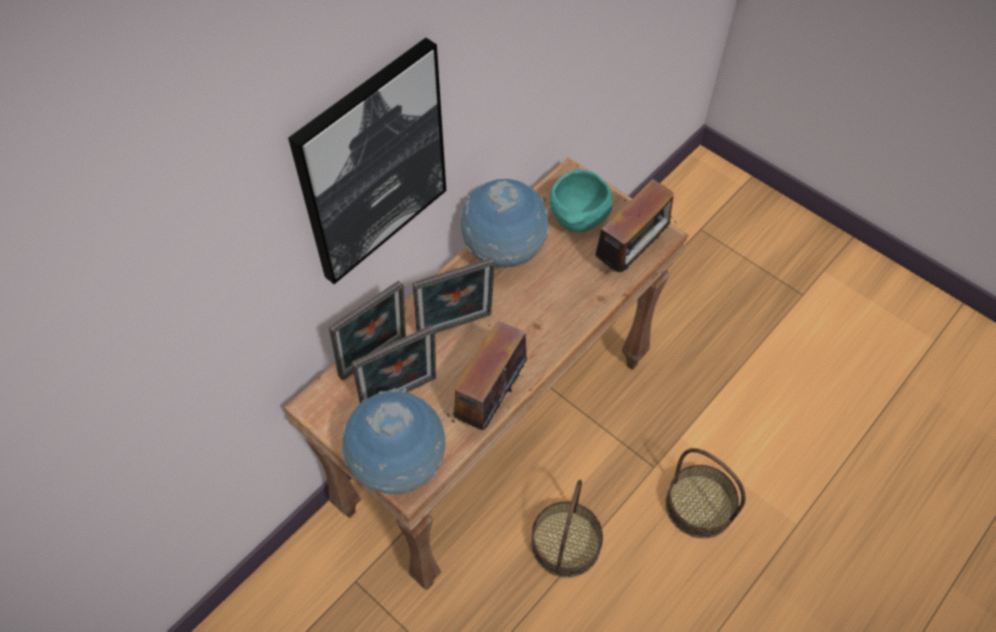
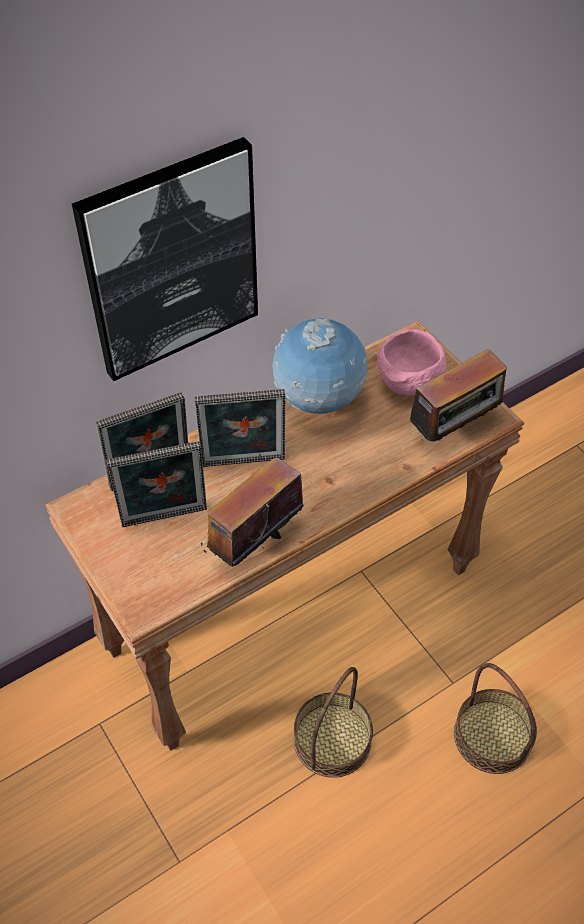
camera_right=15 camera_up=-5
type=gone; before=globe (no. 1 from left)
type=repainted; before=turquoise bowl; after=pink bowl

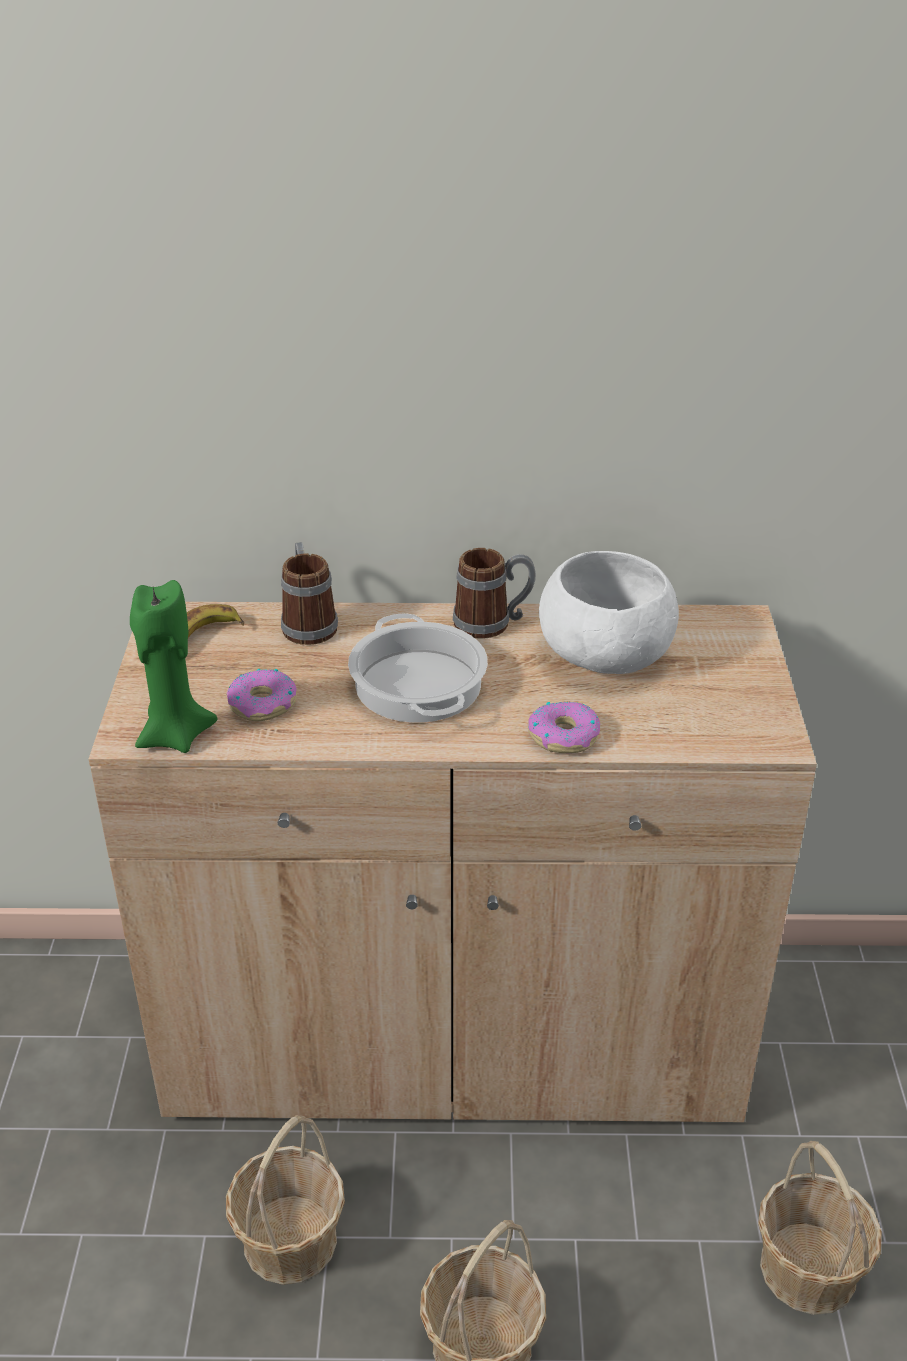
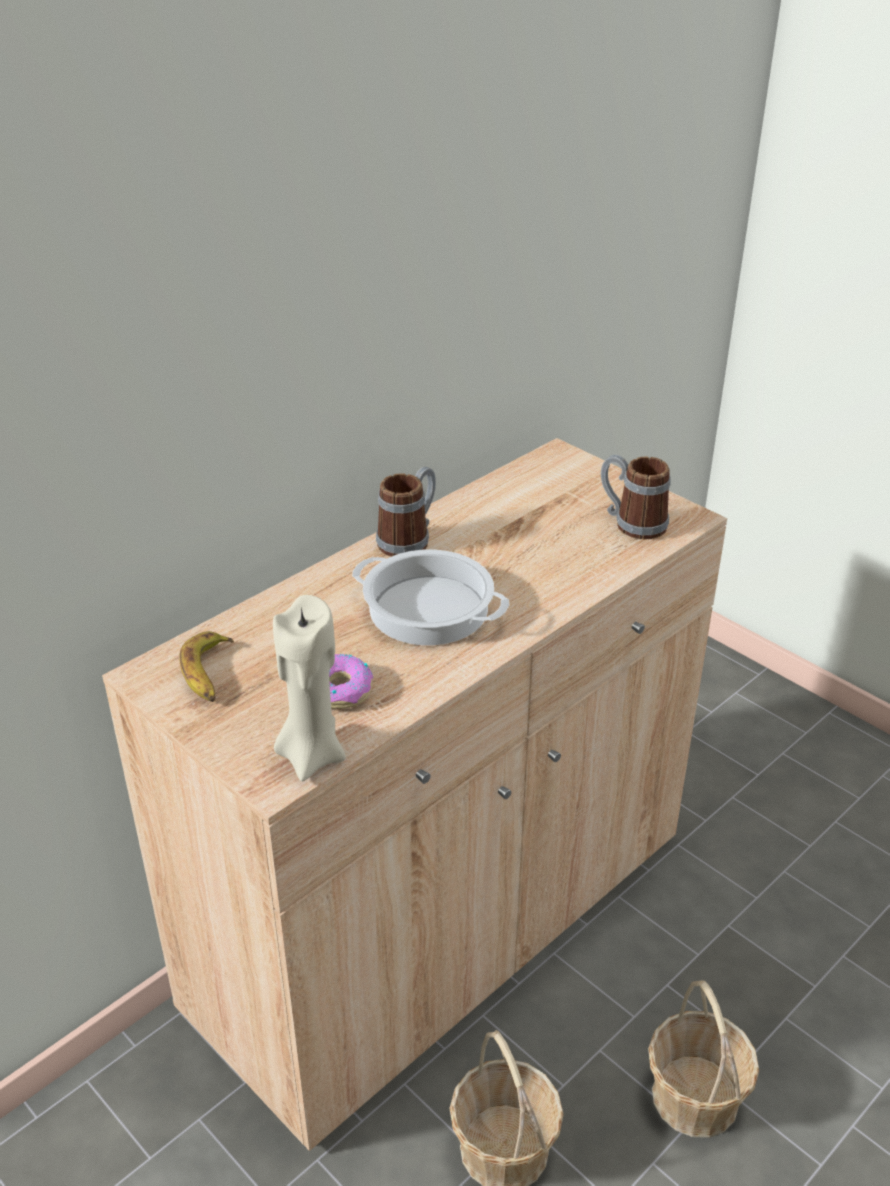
camera_right=-45 camera_up=0
type=gone; before=donut (no. 2 from left)
type=gone; before=white bowl
type=gone; before=basket (no. 3 from left)
type=shifted; before=mug (no. 1 from left in the first image); after=mug (no. 2 from left)
type=repainted; before=green candle; after=beige candle

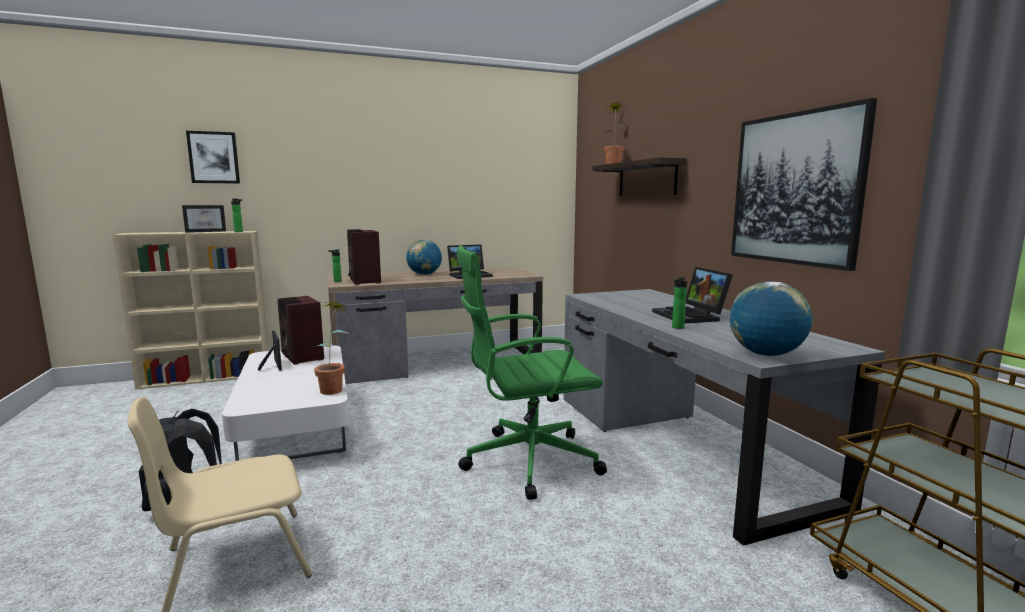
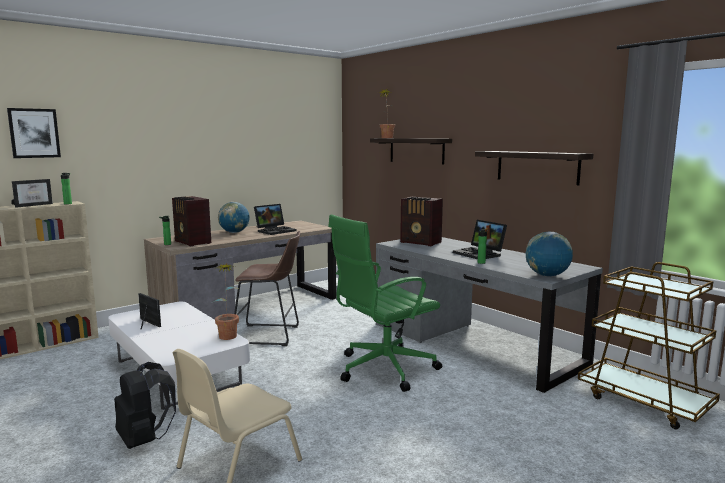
camera_right=-20 camera_up=0
type=new; after=brown stool
type=shifted; before=radio (no. 1 from left in the first image); after=radio (no. 2 from left)
type=swapped; before=picture (no. 2 from left); after=shelf (no. 2 from left)

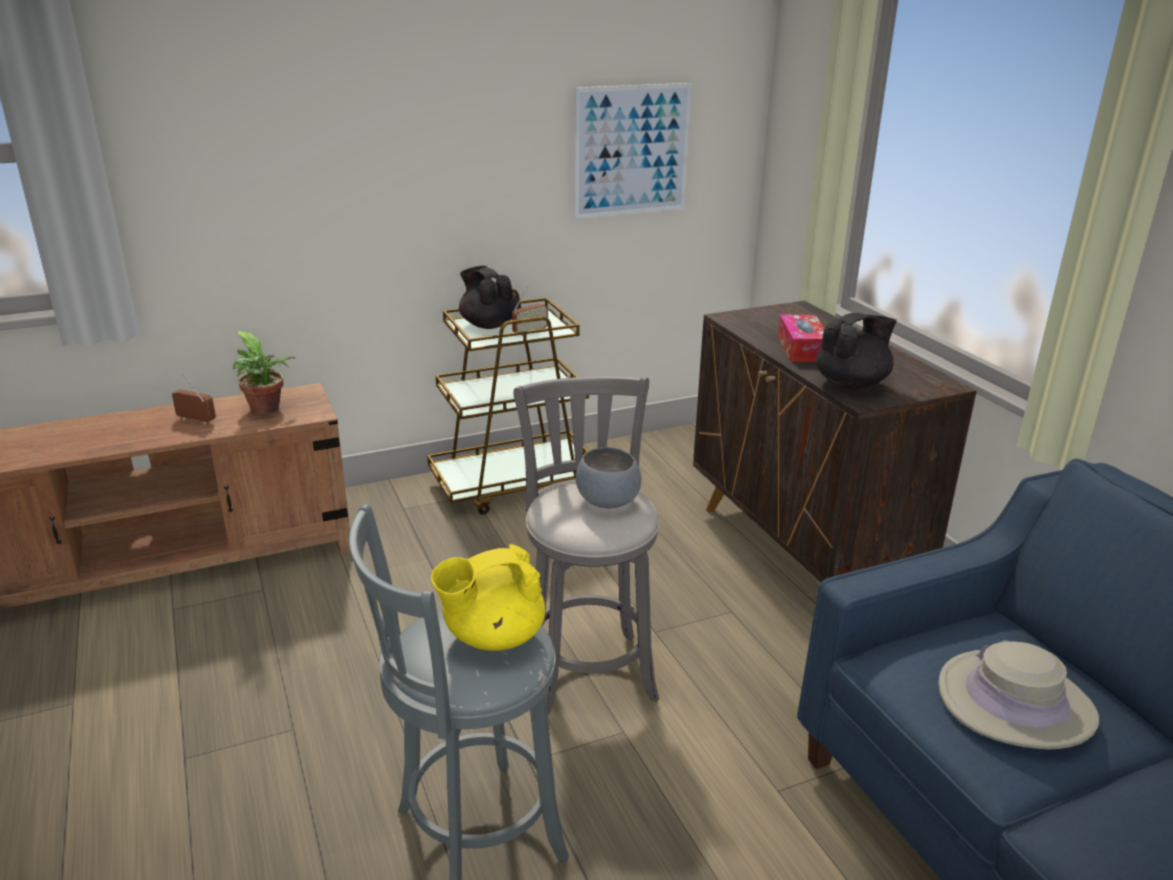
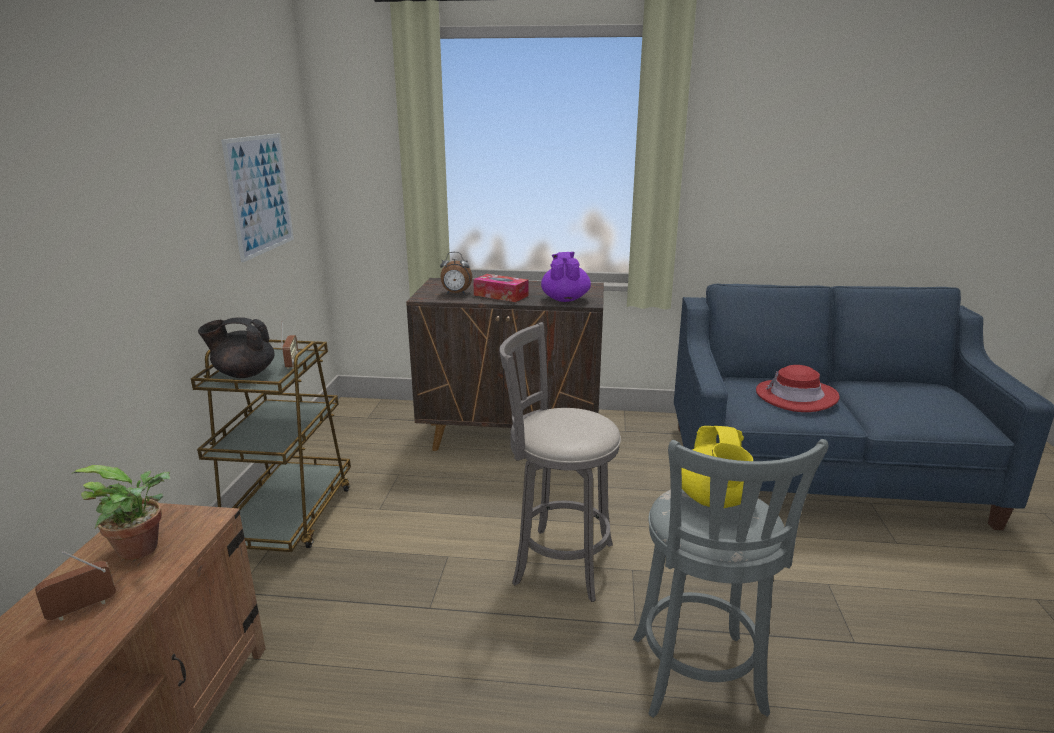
camera_right=-60 camera_up=-5
type=gone; before=grey bowl
type=new; after=alarm clock
type=repainted; before=black teapot (no. 2 from left); after=purple teapot
type=repainted; before=beige hat; after=red hat

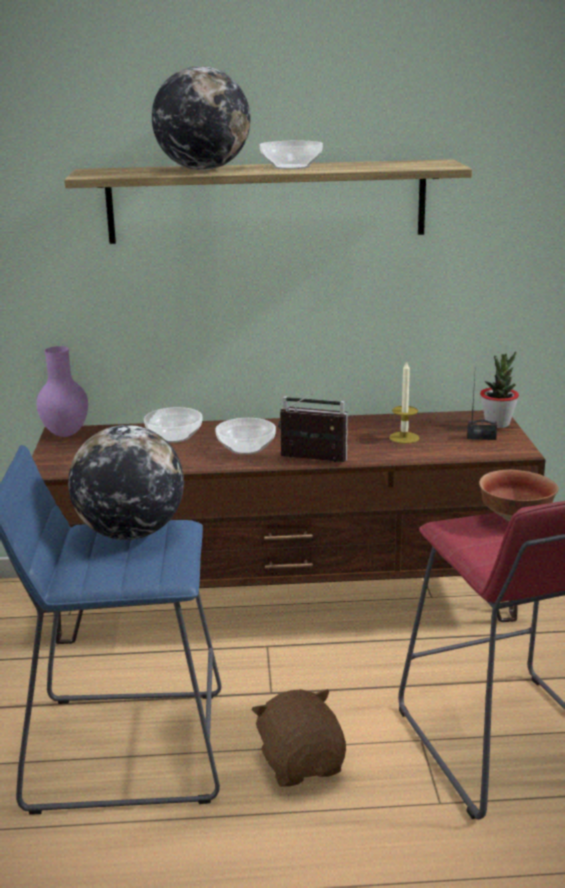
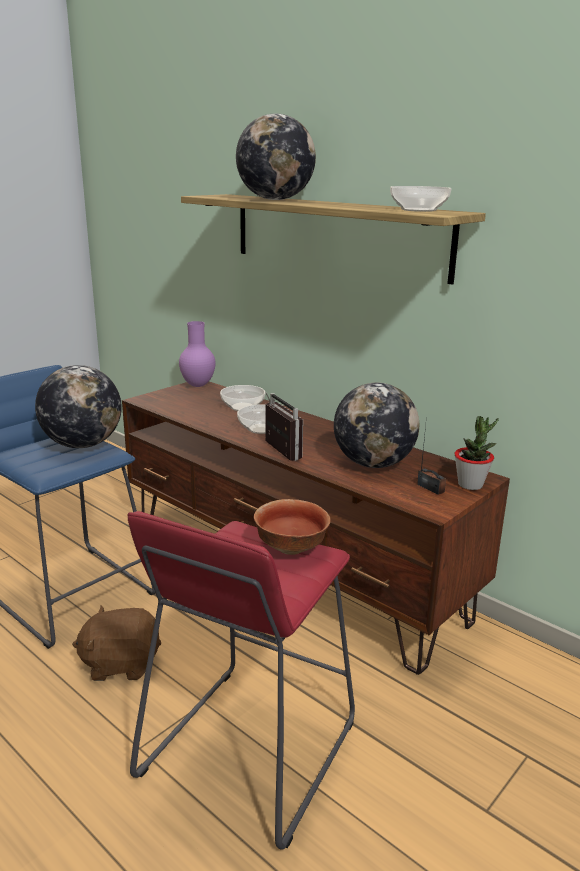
camera_right=45 camera_up=0
type=shifted; before=bowl (no. 3 from left in the first image); after=bowl (no. 4 from left)
type=swapped; before=candle; after=globe (no. 3 from left)
type=rotated; before=brown plush toy; turn=-120

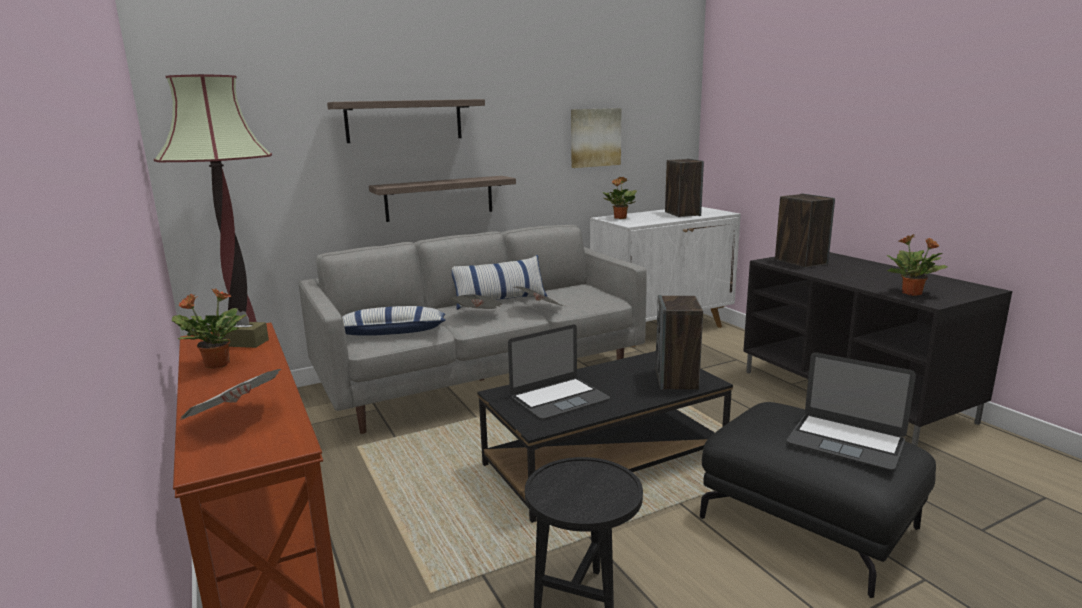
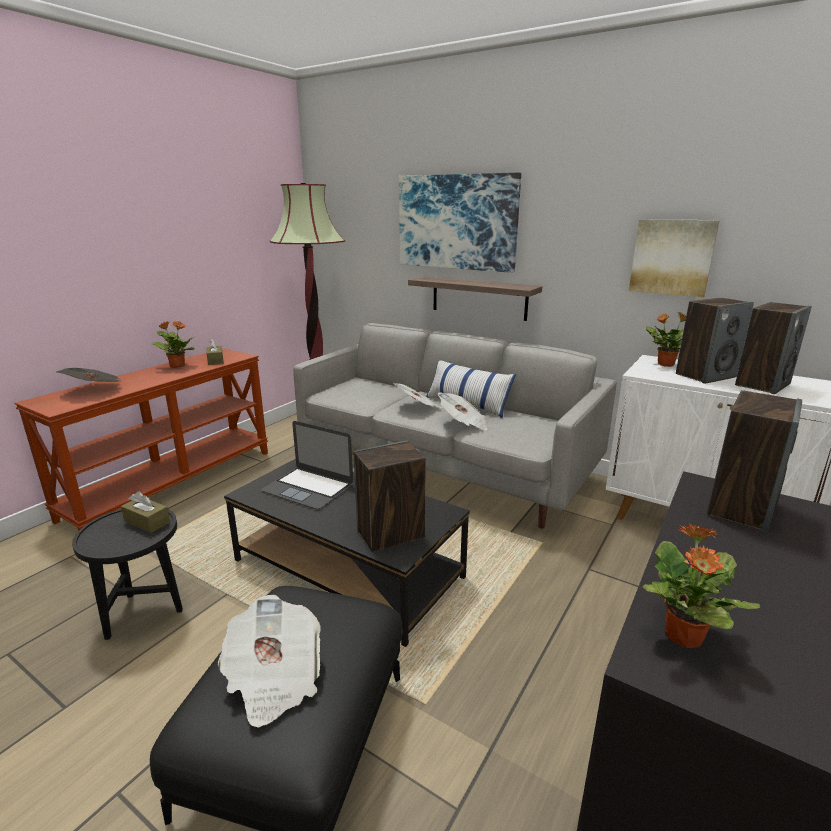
camera_right=60 camera_up=5
type=gone; before=pillow (no. 1 from left)
type=new; after=brown tissue box (no. 1 from left)
type=new; after=speaker (no. 2 from left)
type=swapped; before=shelf (no. 1 from left); after=picture (no. 1 from left)
type=swapped; before=laptop (no. 2 from left); after=newspaper (no. 2 from left)

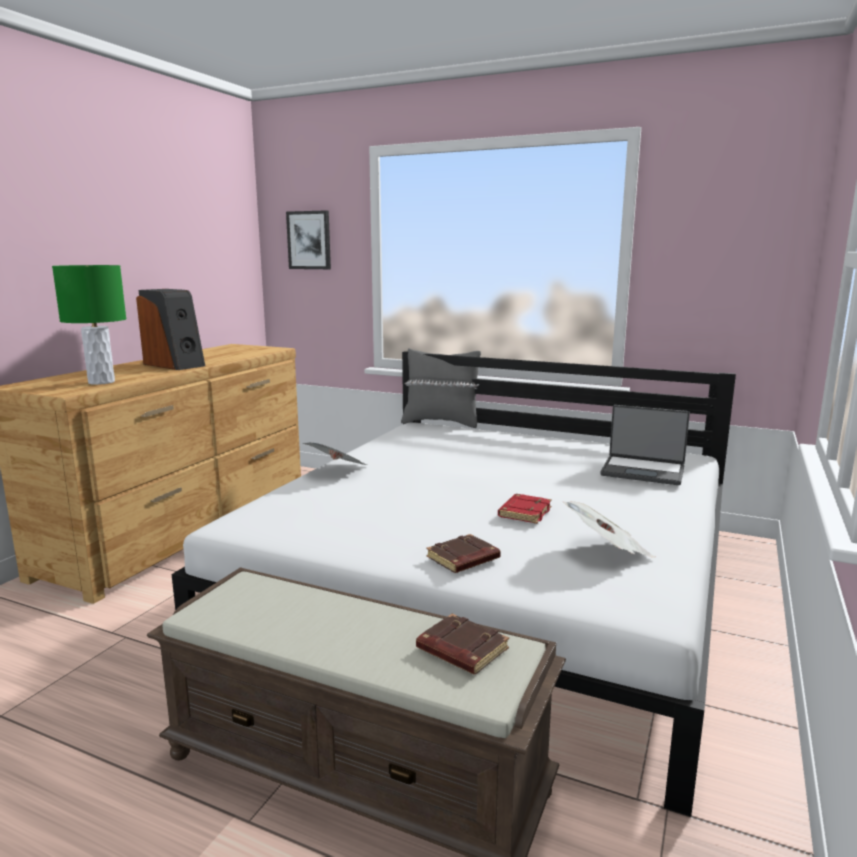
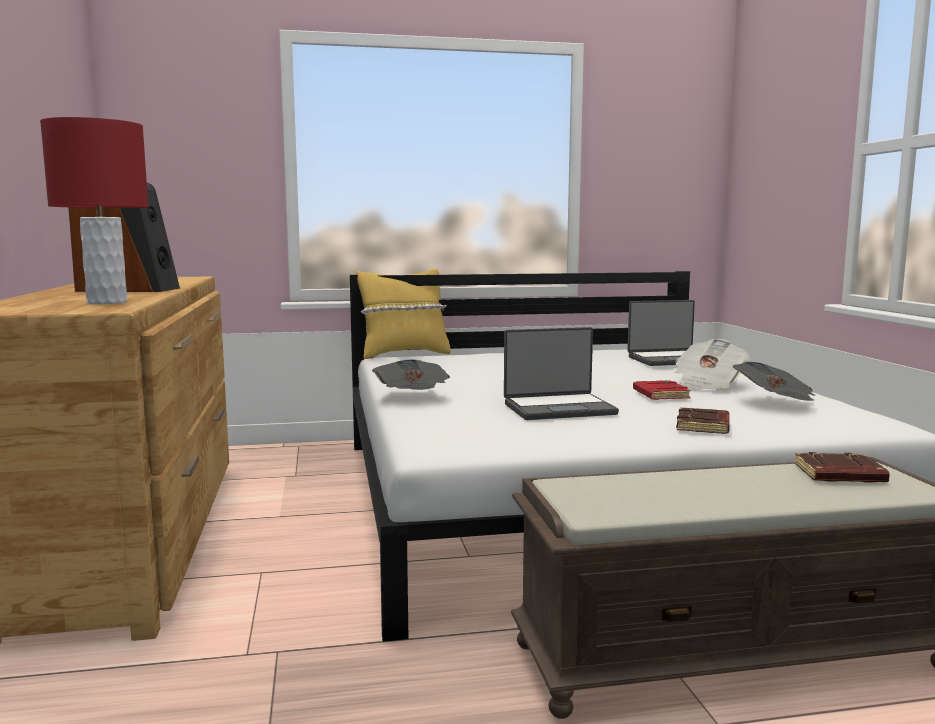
camera_right=-35 camera_up=-5
type=gone; before=picture
type=new; after=laptop (no. 1 from left)
type=new; after=newspaper (no. 2 from left)
type=repainted; before=green table lamp; after=red table lamp
type=repainted; before=grey pillow; after=yellow pillow

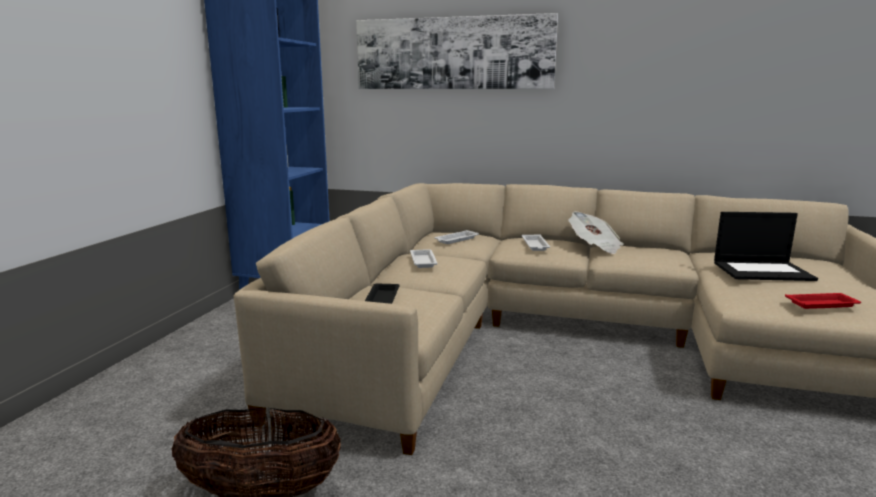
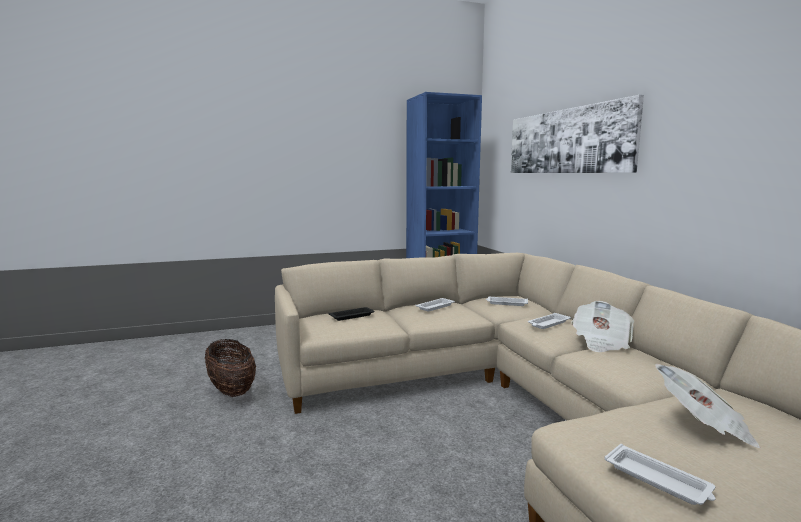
camera_right=55 camera_up=-5
type=swapped; before=laptop; after=newspaper (no. 2 from left)
type=repainted; before=red tray; after=white tray (no. 4 from left)

